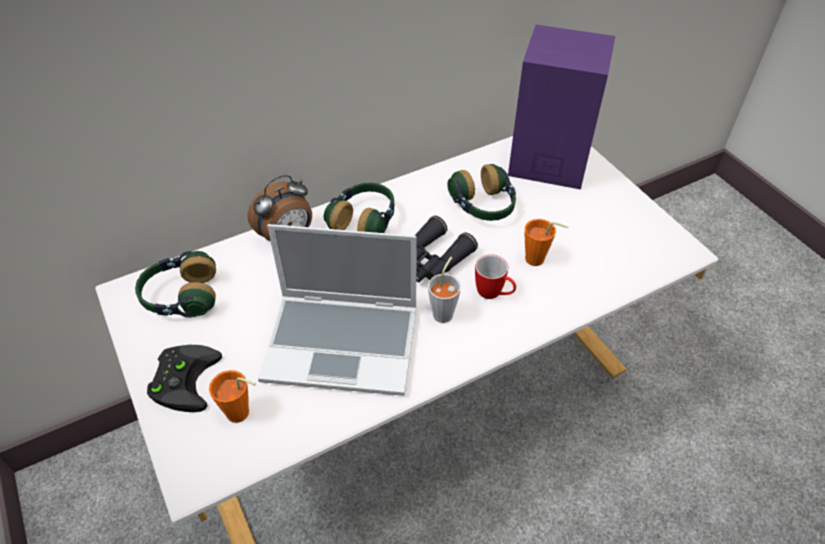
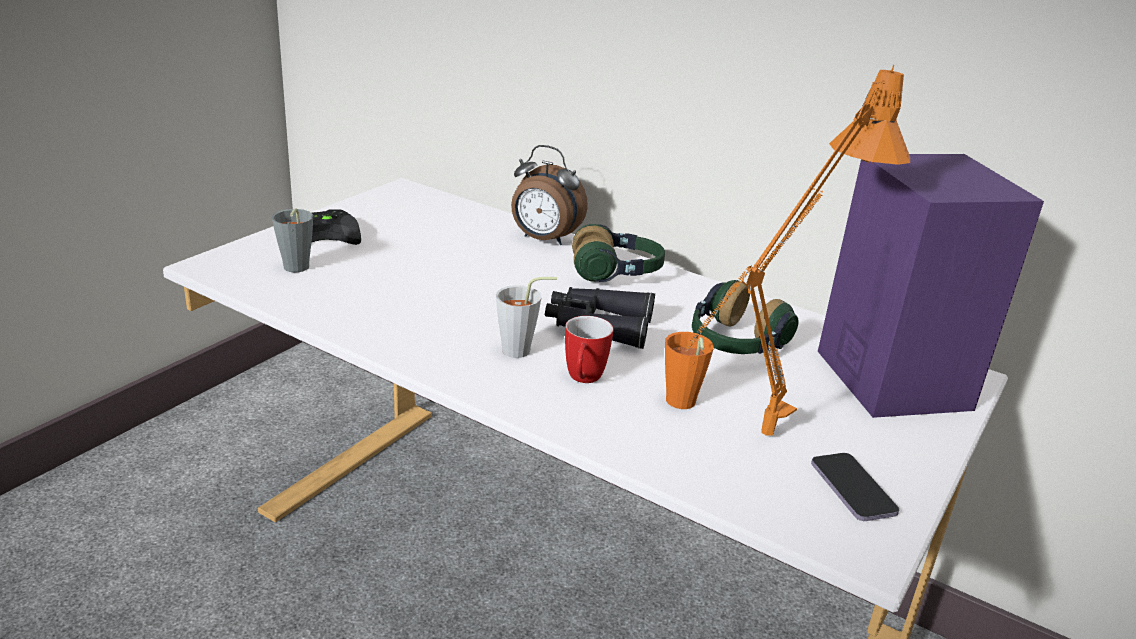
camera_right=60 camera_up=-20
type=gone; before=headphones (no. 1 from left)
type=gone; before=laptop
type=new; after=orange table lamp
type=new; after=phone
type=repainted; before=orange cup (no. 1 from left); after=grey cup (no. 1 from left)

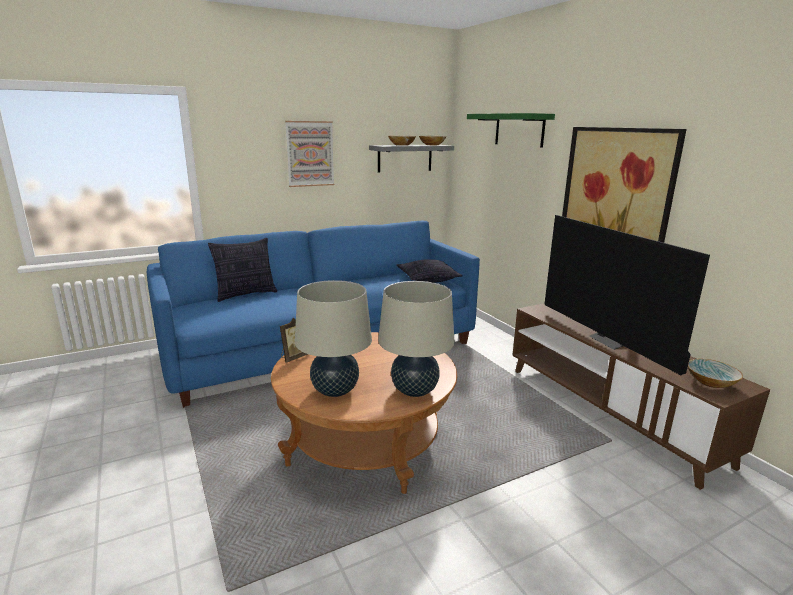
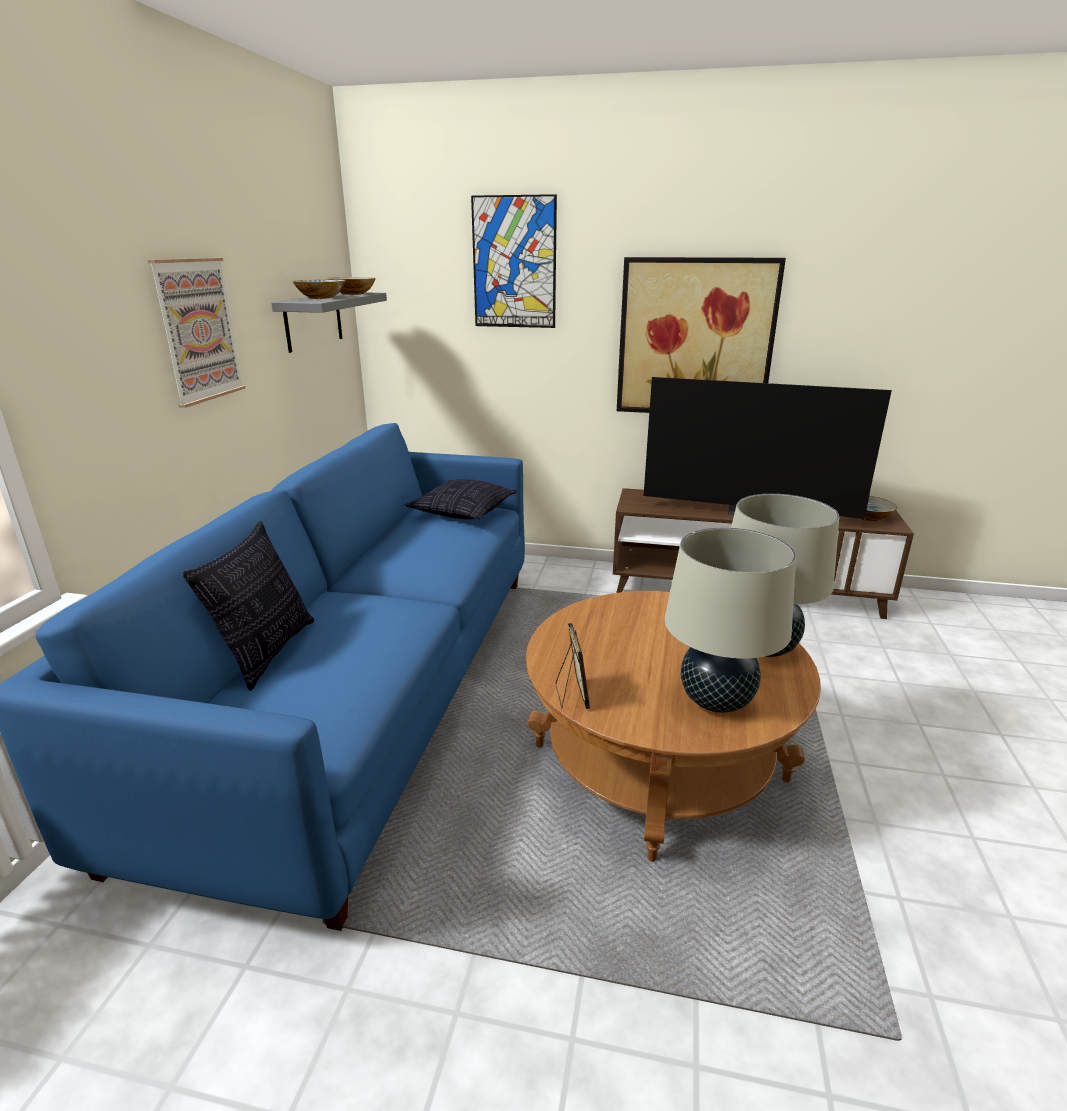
camera_right=-50 camera_up=5
type=swapped; before=green shelf; after=picture (no. 2 from left)

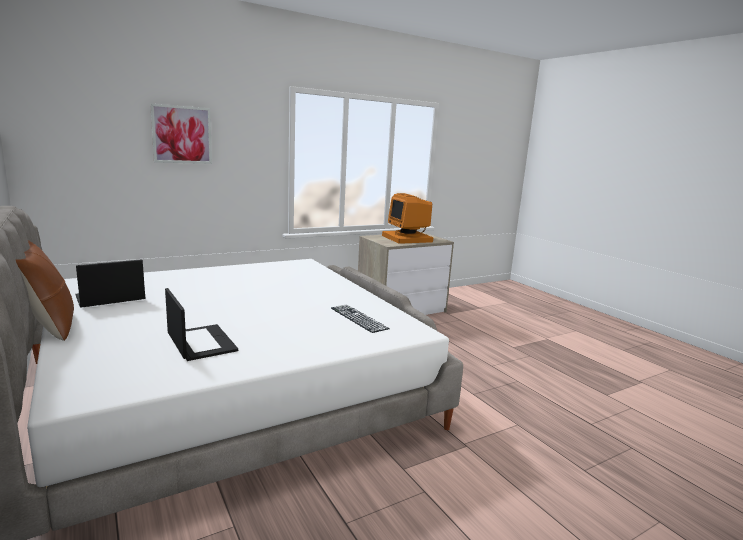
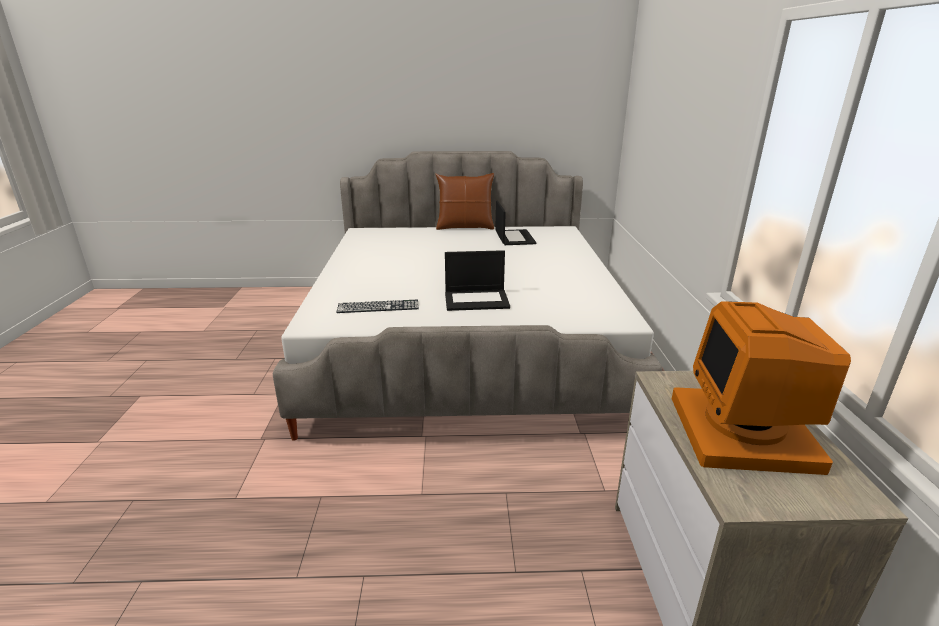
camera_right=120 camera_up=10
type=gone; before=picture
type=shifted; before=laptop (no. 2 from left in the first image); after=laptop (no. 1 from left)
type=rotated; before=monitor; turn=-90

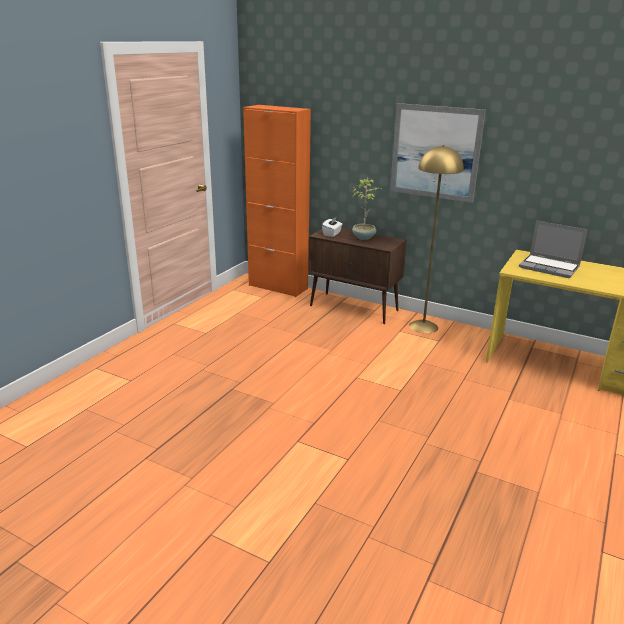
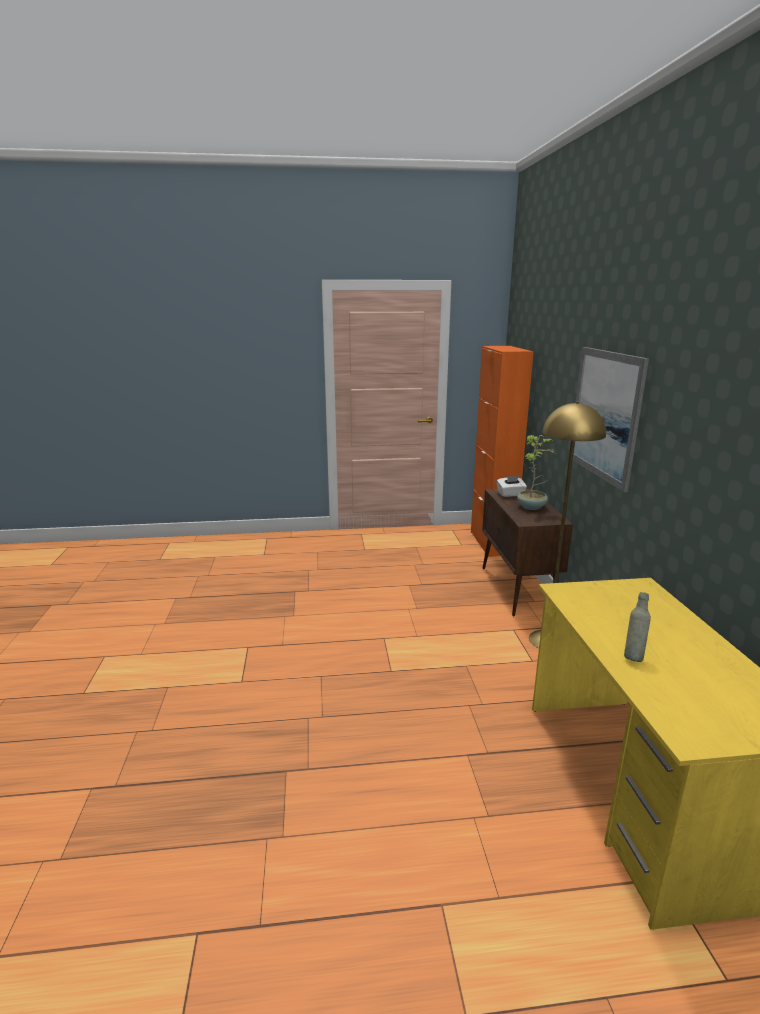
camera_right=55 camera_up=-5
type=gone; before=laptop
type=new; after=grey bottle

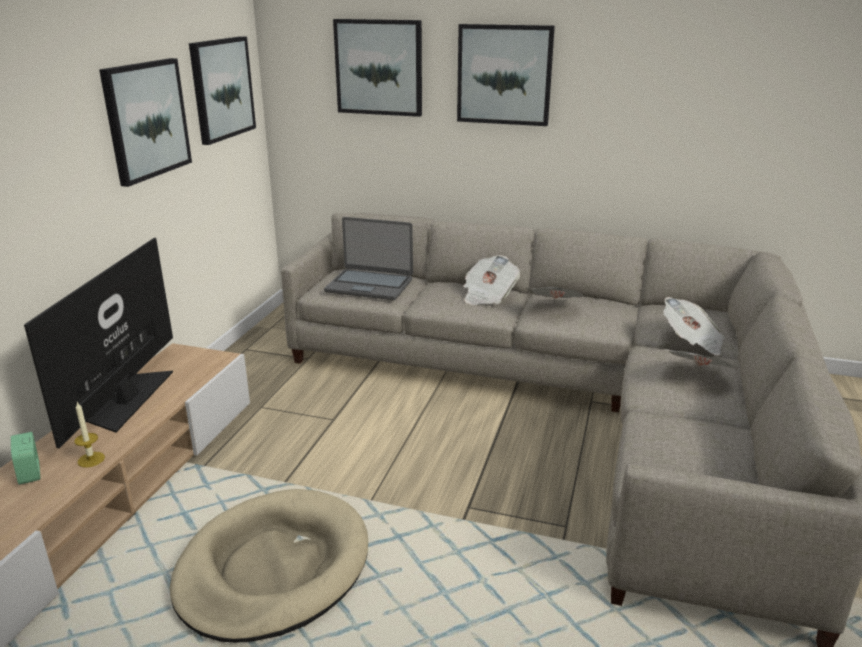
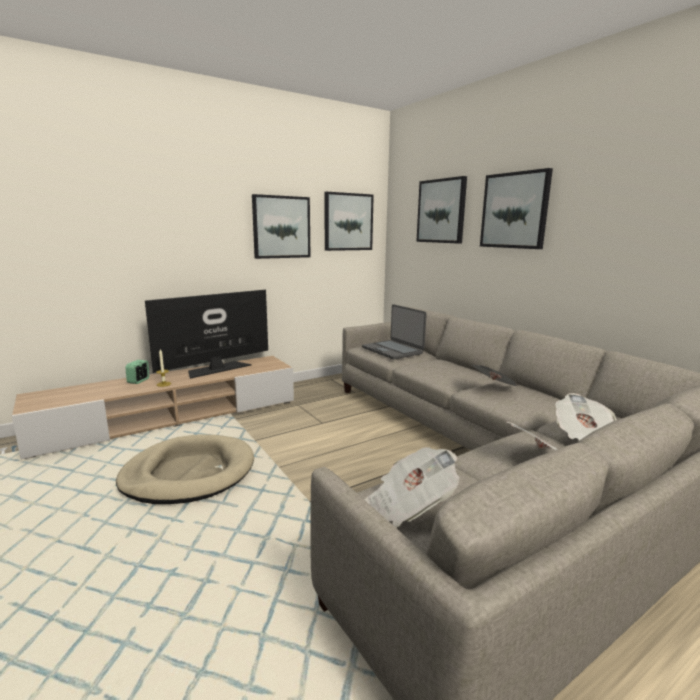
camera_right=40 camera_up=-10
type=shifted; before=newspaper (no. 1 from left)

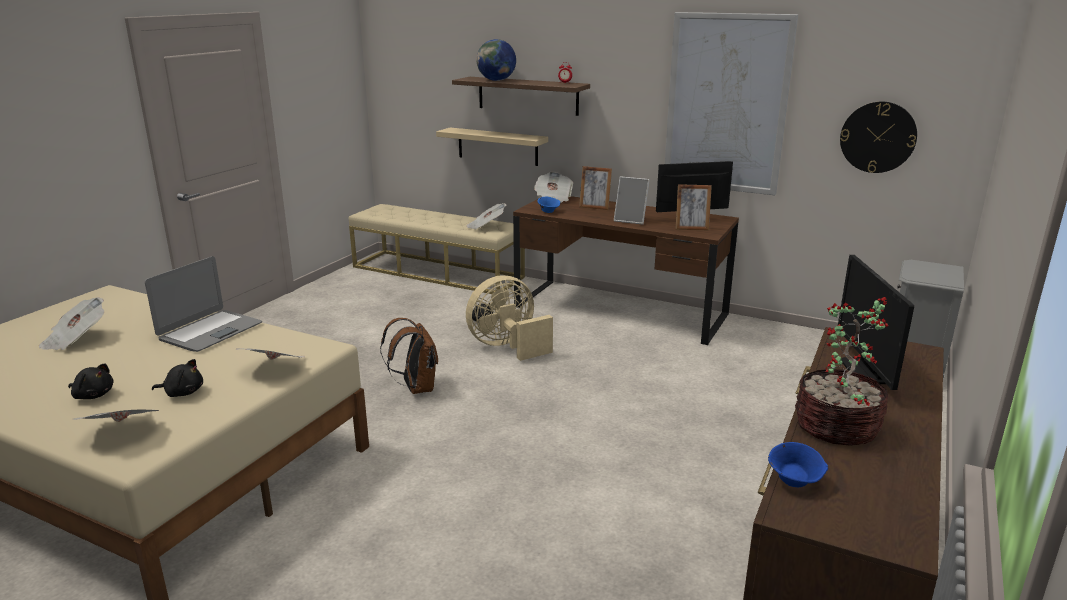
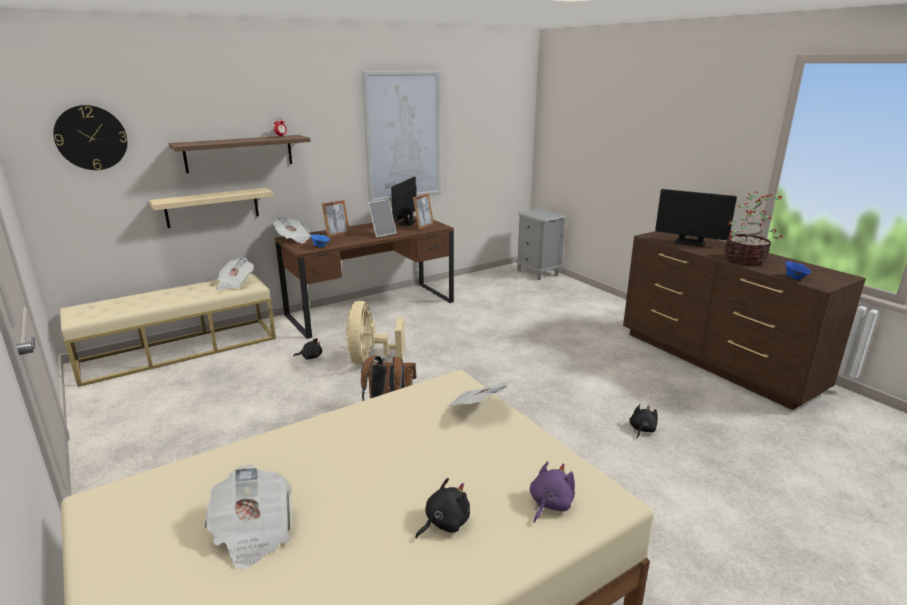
camera_right=-60 camera_up=0
type=gone; before=laptop
type=gone; before=globe
type=shifted; before=black plush toy (no. 2 from left in the first image); after=black plush toy (no. 3 from left)
type=shifted; before=wall clock
type=swapped; before=newspaper (no. 2 from left); after=purple plush toy

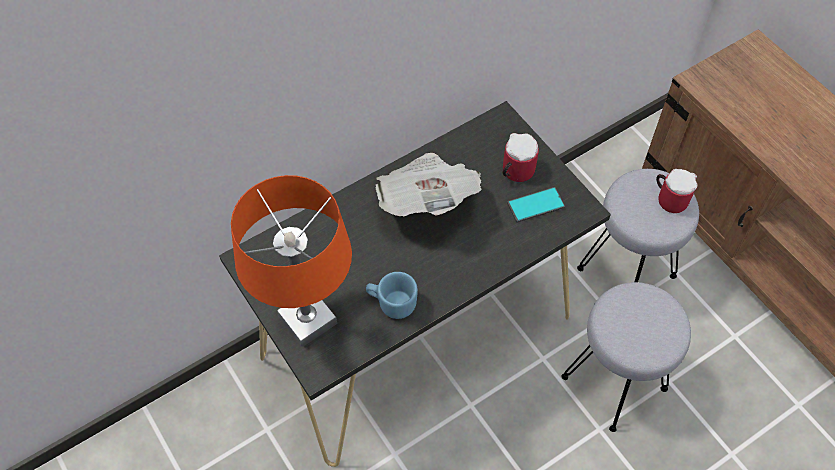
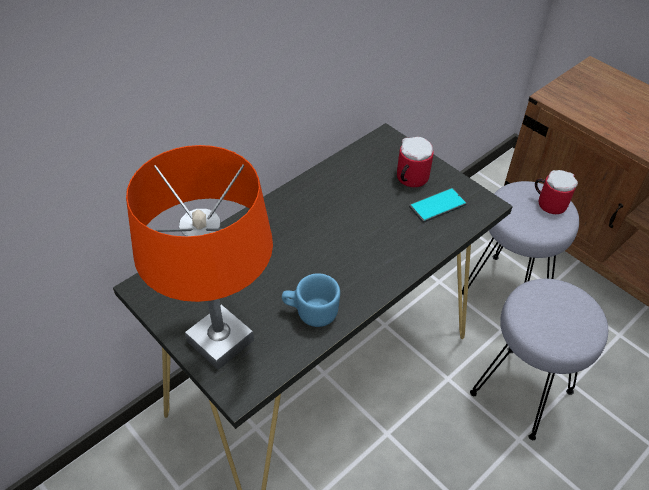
camera_right=-10 camera_up=-10
type=gone; before=newspaper

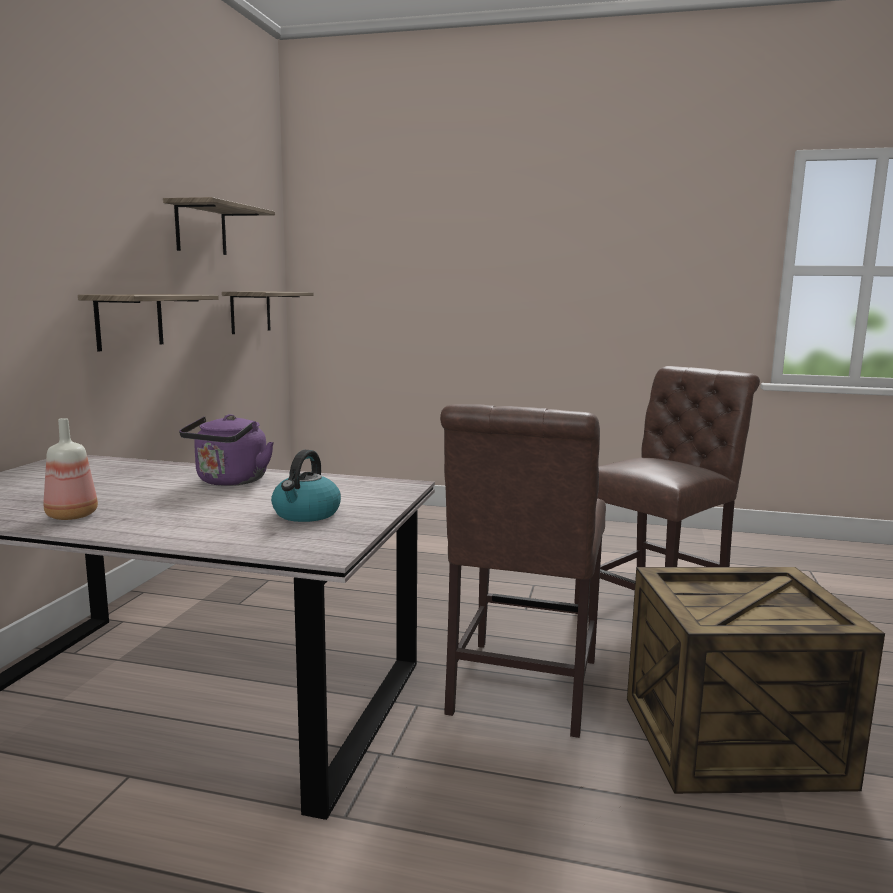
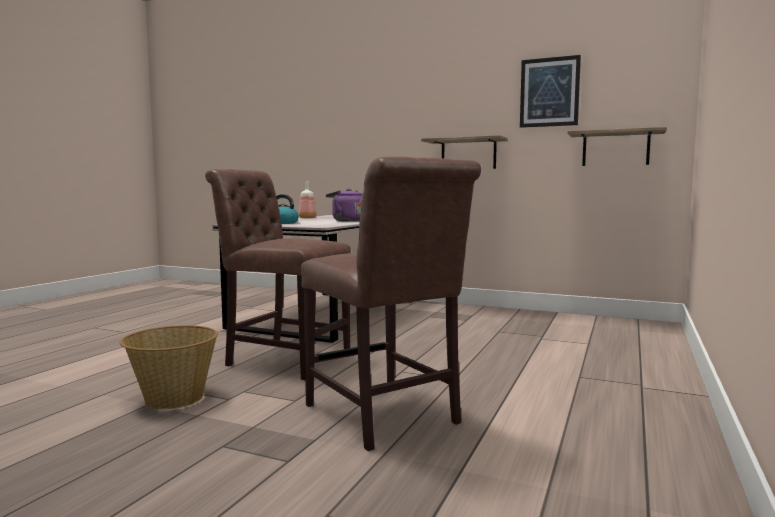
camera_right=100 camera_up=-5
type=swapped; before=shelf (no. 2 from left); after=picture
type=swapped; before=crate; after=basket

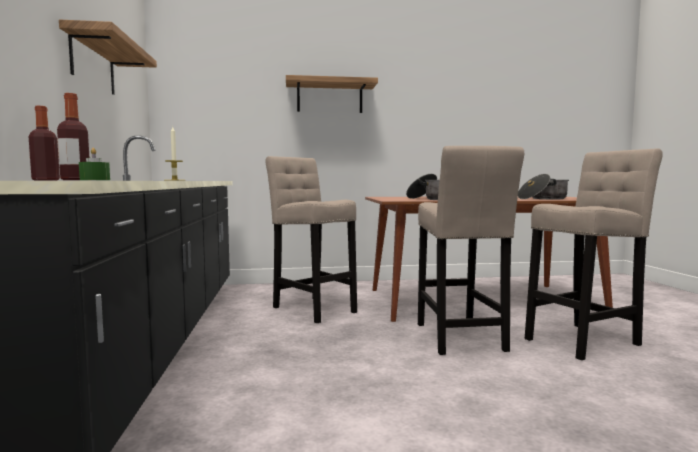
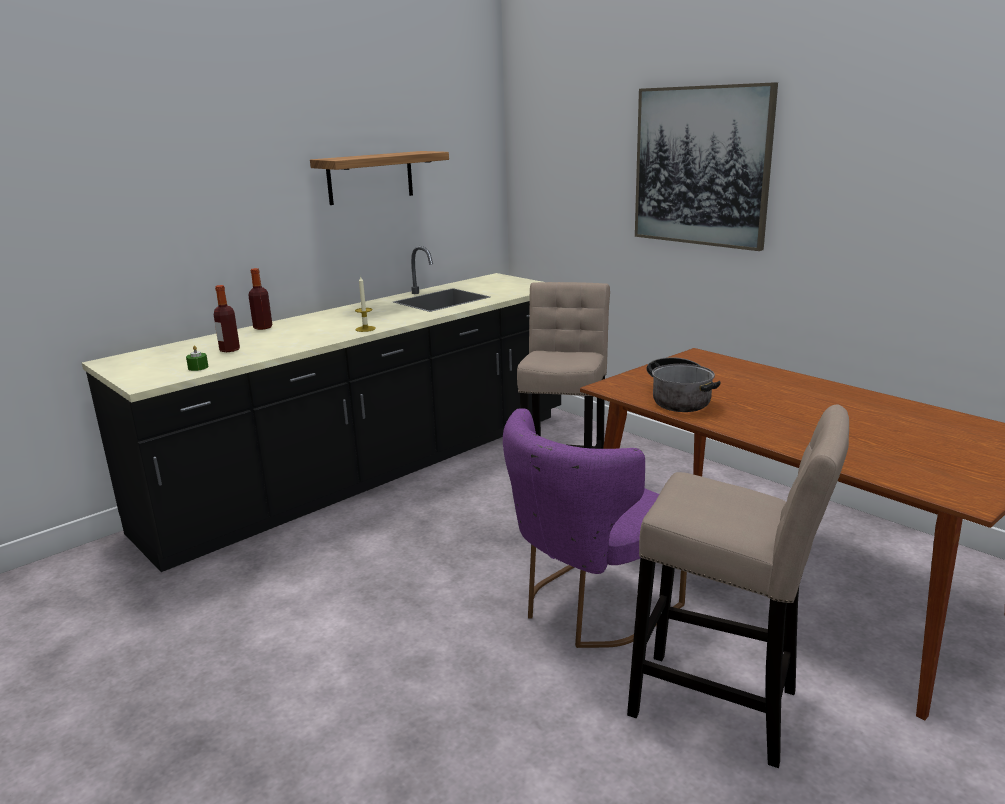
camera_right=55 camera_up=15
type=gone; before=cooking pot (no. 2 from left)
type=swapped; before=shelf (no. 2 from left); after=picture
type=swapped; before=beige stool (no. 2 from left); after=purple chair

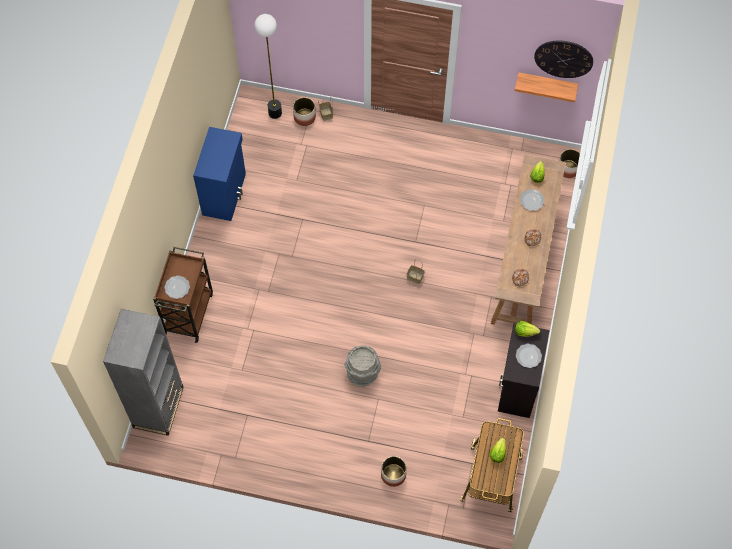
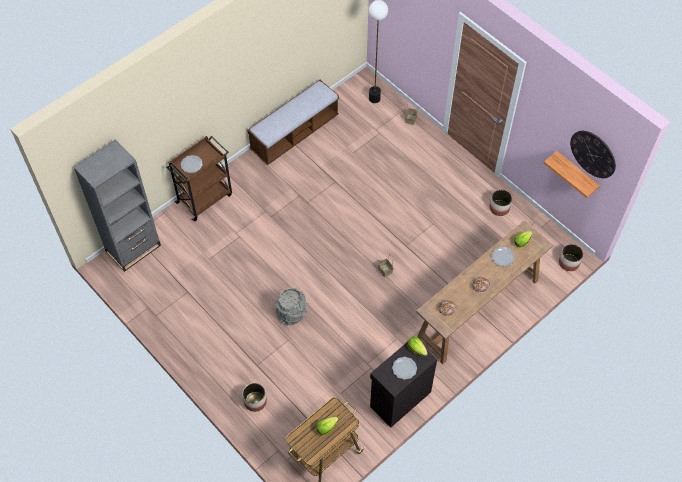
camera_right=35 camera_up=-5
type=shifted; before=planter (no. 1 from left in the first image); after=planter (no. 2 from left)
type=swapped; before=blue cabinet; after=bench

